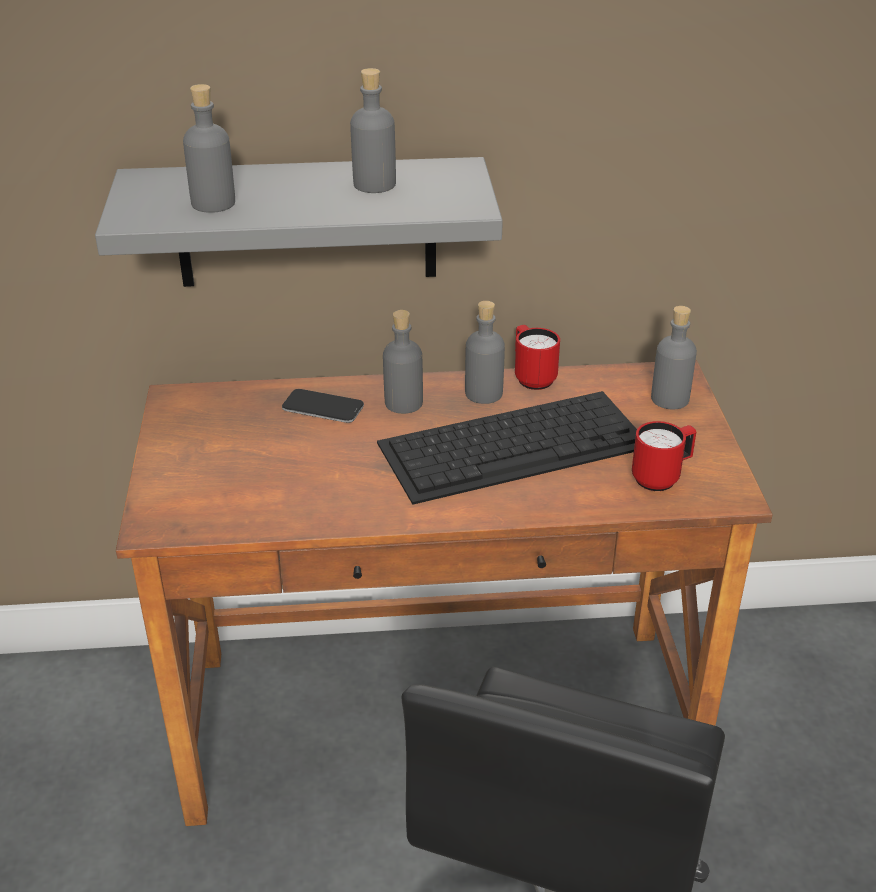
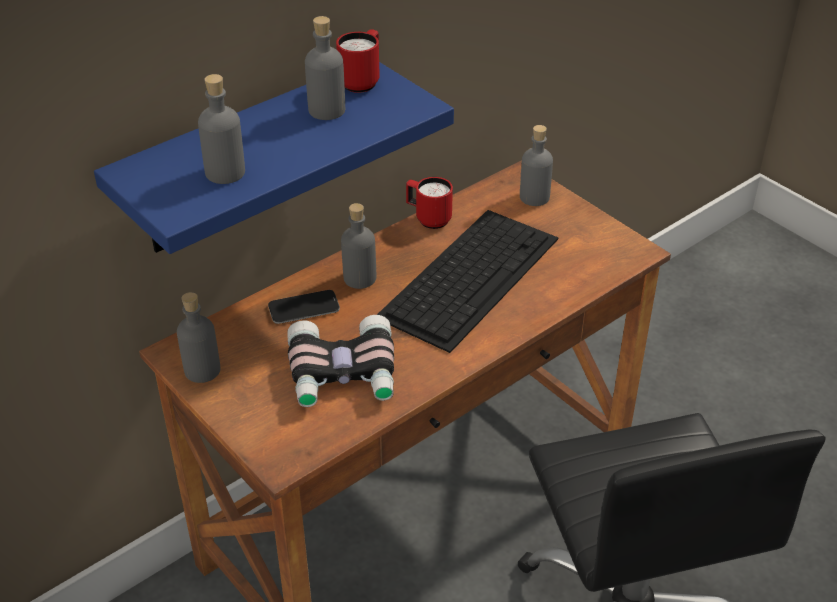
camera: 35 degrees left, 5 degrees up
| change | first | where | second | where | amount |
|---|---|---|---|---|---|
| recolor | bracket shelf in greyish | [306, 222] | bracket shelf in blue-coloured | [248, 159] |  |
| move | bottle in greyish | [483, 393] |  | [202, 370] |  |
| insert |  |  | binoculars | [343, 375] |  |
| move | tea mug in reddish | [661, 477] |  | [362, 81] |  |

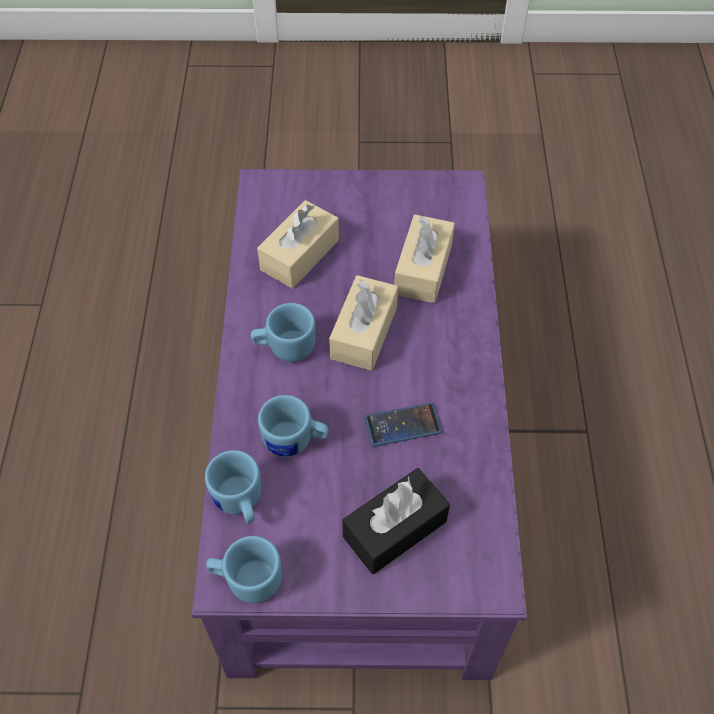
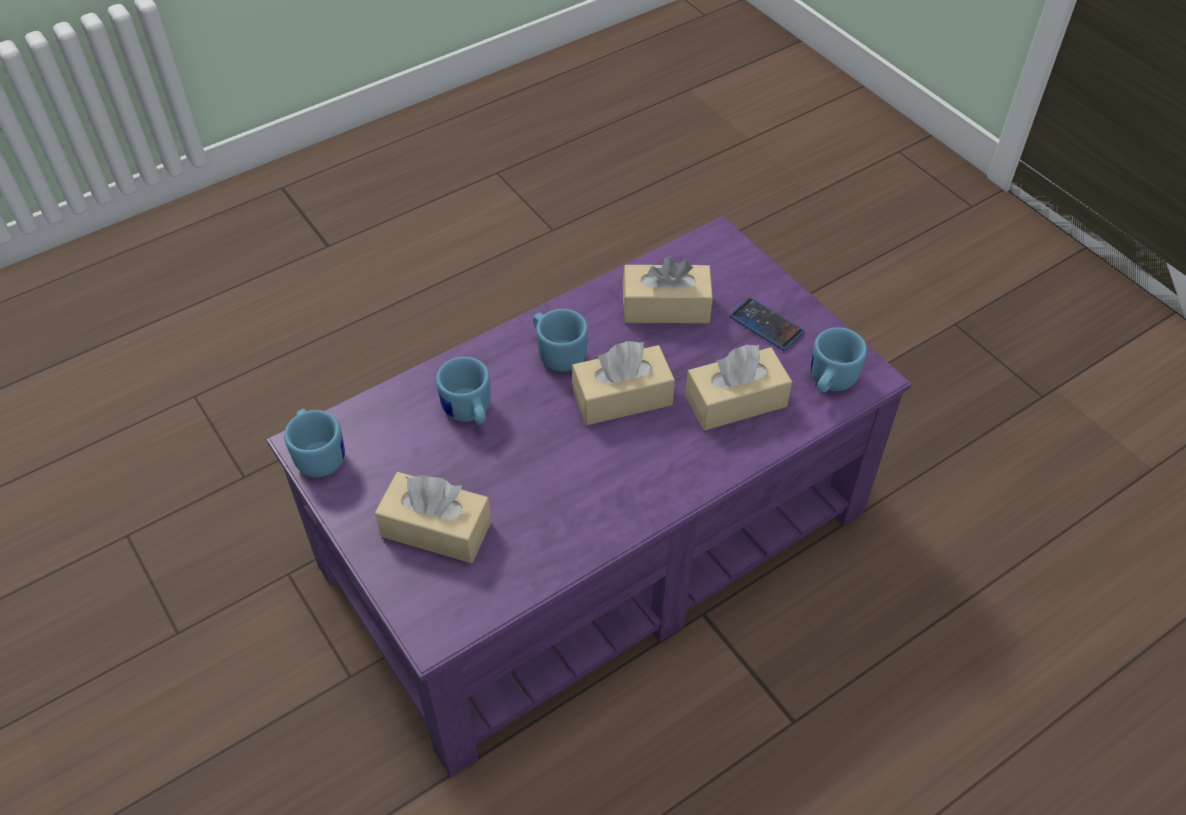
camera: 55 degrees right, 5 degrees down
| change | first | where | second | where | amount |
|---|---|---|---|---|---|
| recolor | box of tissues in black | [394, 529] | box of tissues in beige-coloured | [436, 529] |  |
| move | telephone | [402, 425] |  | [766, 325] |  |
| move | tea mug in blue-coloured | [239, 503] |  | [829, 382] |  |

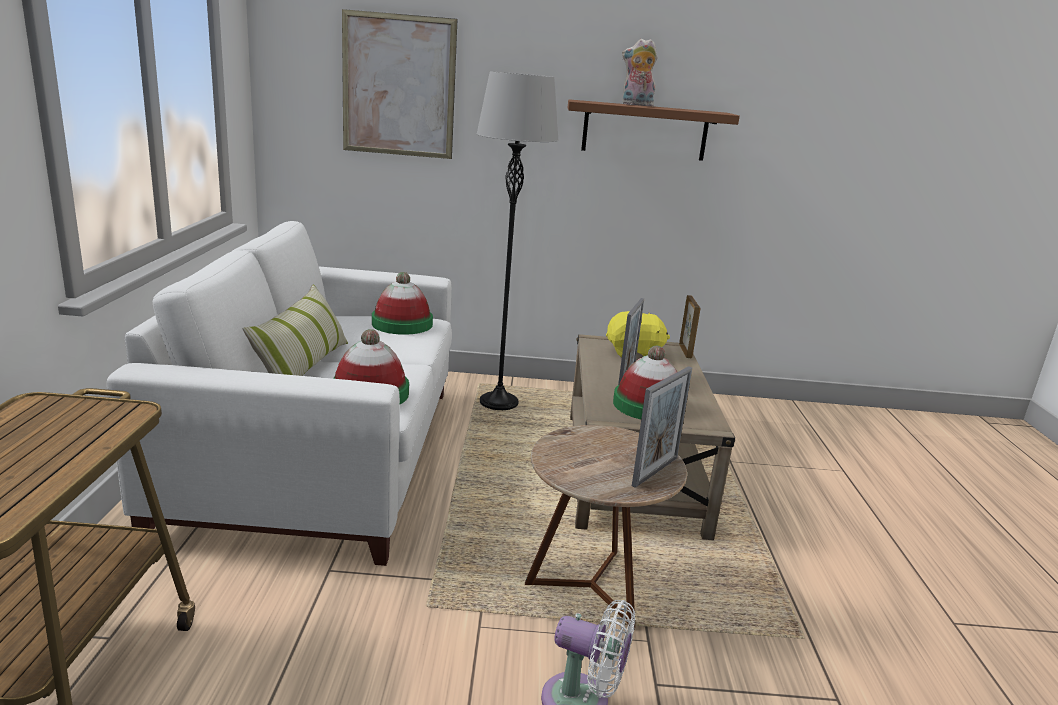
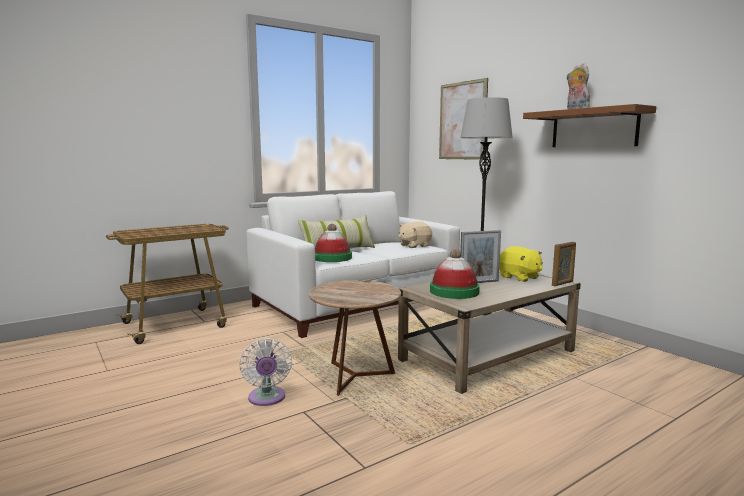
camera: 55 degrees right, 10 degrees down
| change | first | where | second | where | amount |
|---|---|---|---|---|---|
| replace | hat | [402, 324] | soft toy in beige-coloured | [414, 245] |  |
| delete | photo frame | [655, 471] |  |  |  |

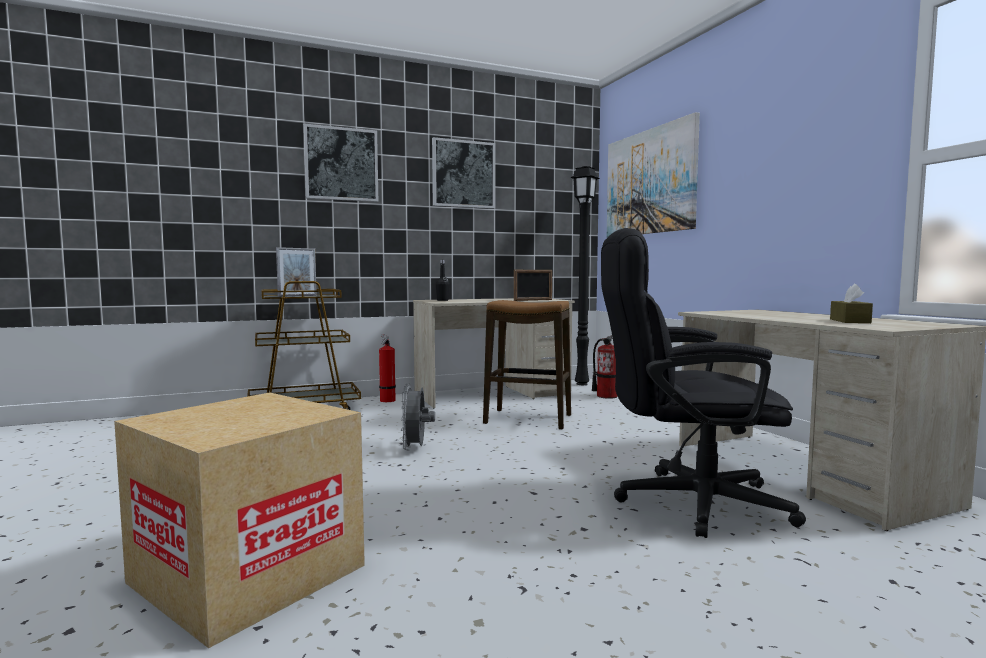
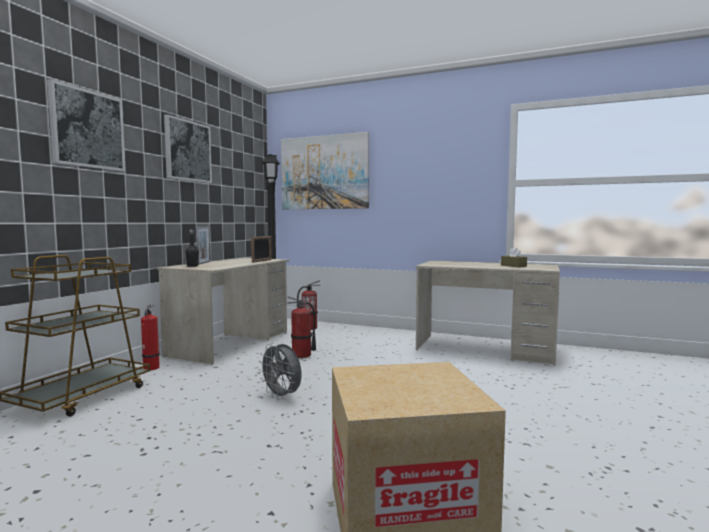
camera: 45 degrees left, 0 degrees up
| change | first | where | second | where | amount |
|---|---|---|---|---|---|
| move | photo frame | [297, 296] |  | [203, 263] |  |
| replace | sitting stool | [527, 419] | fire-fighting cylinder | [302, 355] |  |
| delete | office chair in black | [685, 502] |  |  |  |

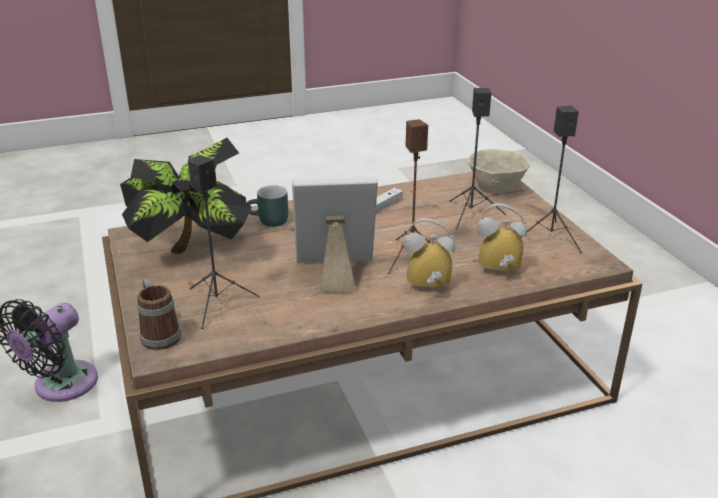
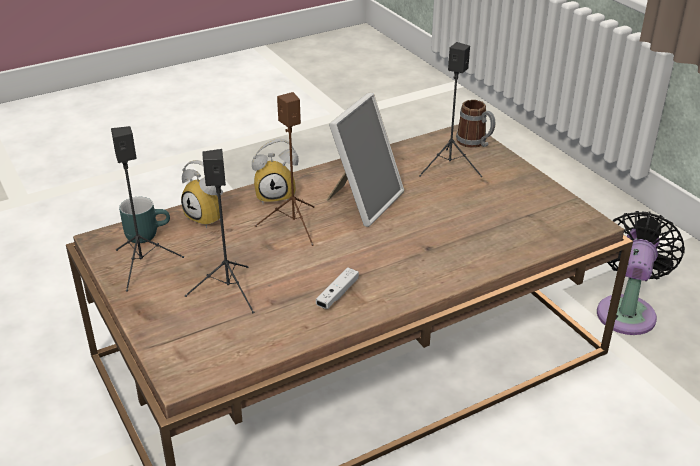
camera: 170 degrees right, 5 degrees up
| change | first | where | second | where | amount |
|---|---|---|---|---|---|
| move | tea mug in turquoise-coloured | [269, 222] |  | [146, 233] |  |
| rotate | bedside clock | [498, 273] |  | [209, 217] | 45 degrees clockwise |
| rotate | photo frame | [335, 273] |  | [363, 202] | 45 degrees counterclockwise |
| delete | houseplant | [194, 251] |  |  |  |
| delete | deep dish in beige-coloured | [496, 187] |  |  |  |

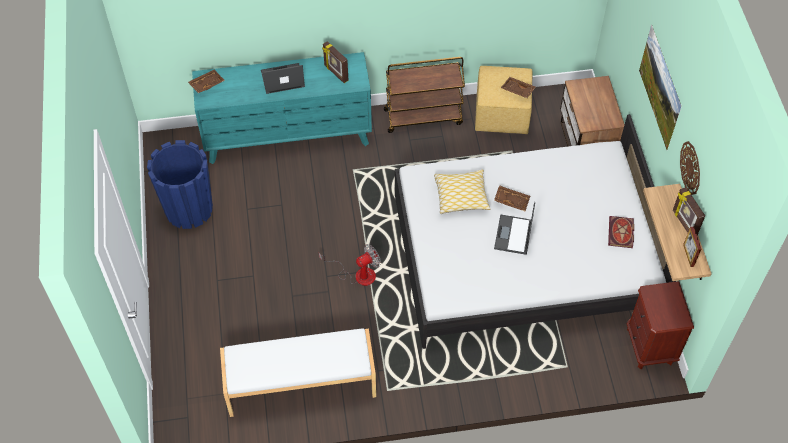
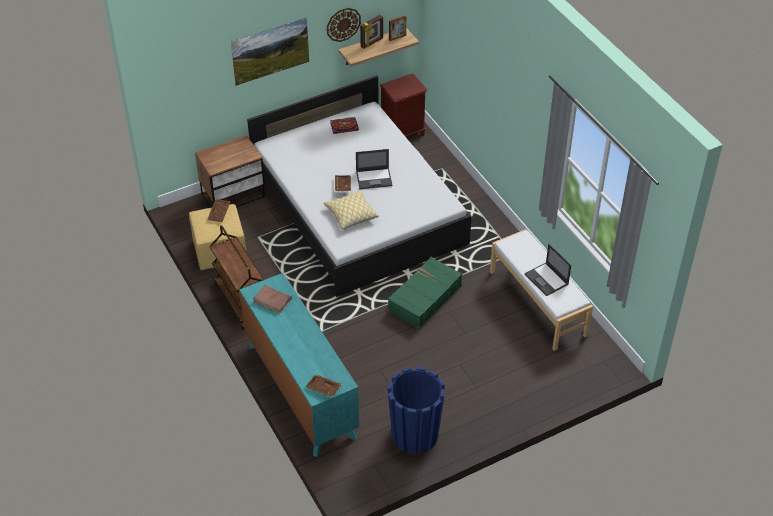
camera: 110 degrees left, 10 degrees down
| change | first | where | second | where | amount |
|---|---|---|---|---|---|
| replace | photo frame | [335, 73] | bound book in brown | [272, 300] |  |
| replace | cooling fan | [358, 274] | piece of luggage in greenish | [424, 298] |  |
| move | notebook computer | [282, 79] |  | [547, 279] |  |

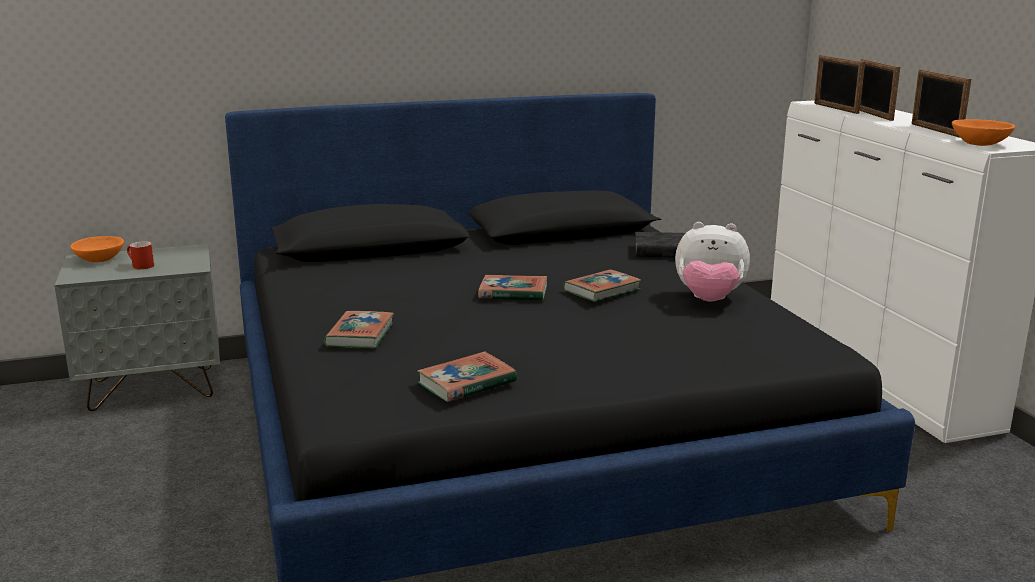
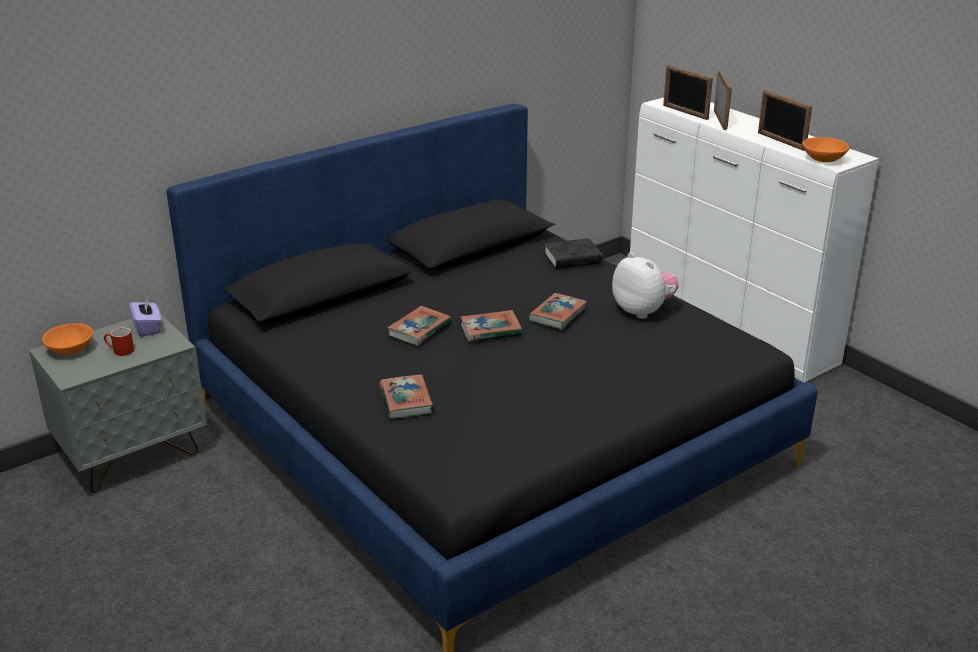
camera: 20 degrees left, 10 degrees up
| change | first | where | second | where | amount |
|---|---|---|---|---|---|
| insert |  |  | box of tissues in purplish | [148, 328] |  |
| move | bound book | [467, 383] |  | [419, 330] |  |
| rotate | soft toy | [709, 300] |  | [643, 311] | 120 degrees counterclockwise |
| rotate | photo frame | [873, 114] |  | [720, 120] | 150 degrees counterclockwise |

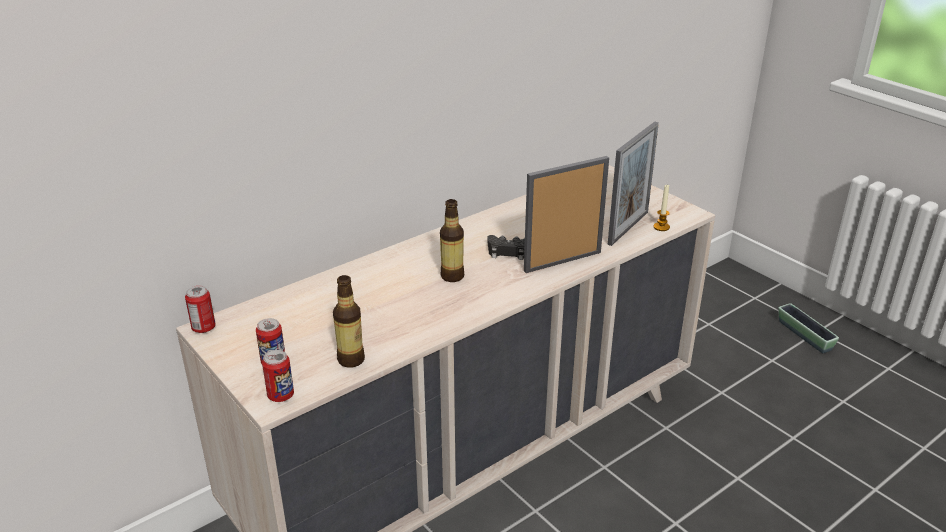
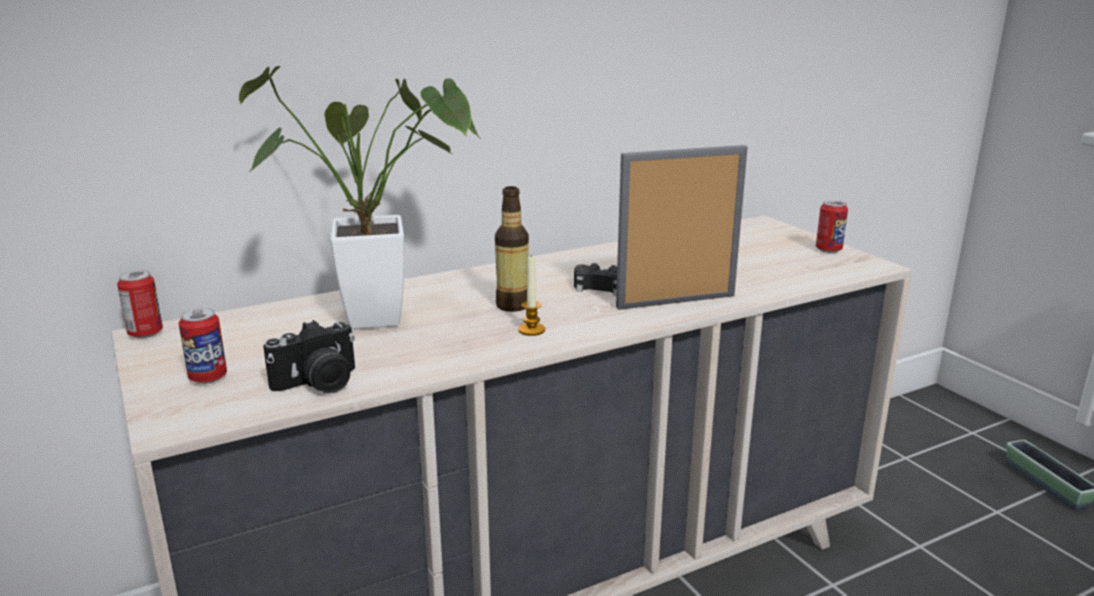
camera: 10 degrees right, 10 degrees down
| change | first | where | second | where | amount |
|---|---|---|---|---|---|
| insert |  |  | houseplant | [390, 318] |  |
| replace | bottle | [351, 360] | still camera | [318, 384] |  |
| move | wax light | [661, 227] |  | [531, 330] |  |
| move | can | [281, 396] |  | [828, 250] |  |
| delete | photo frame | [628, 228] |  |  |  |

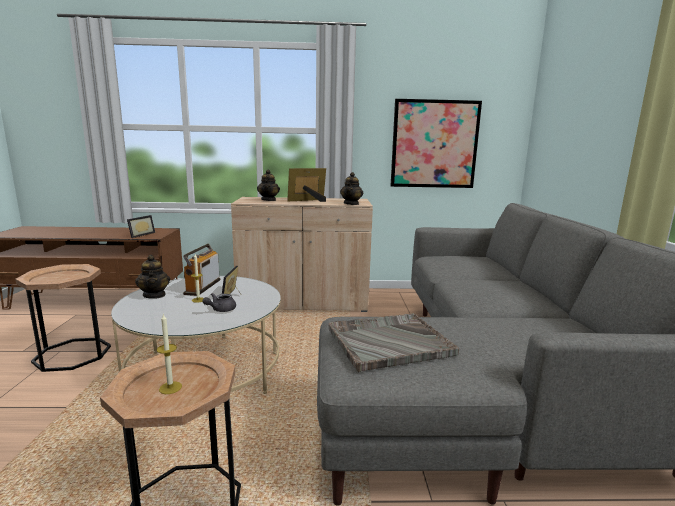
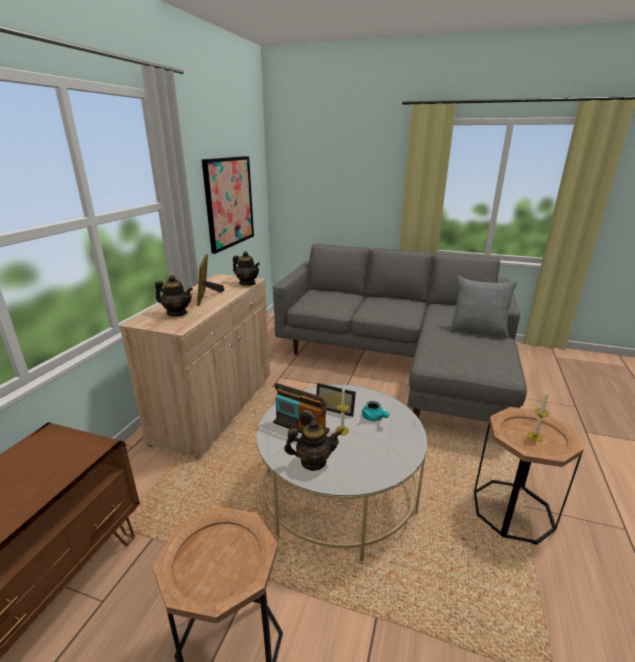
camera: 70 degrees left, 10 degrees up
| change | first | where | second | where | amount |
|---|---|---|---|---|---|
| recolor | teapot in greyish | [220, 310] | teapot in turquoise-coloured | [374, 418] |  |
| insert |  |  | throw pillow in greyish | [478, 331] |  |
| delete | photo frame | [140, 235] |  |  |  |
| delete | serving tray in greyish | [388, 342] |  |  |  |

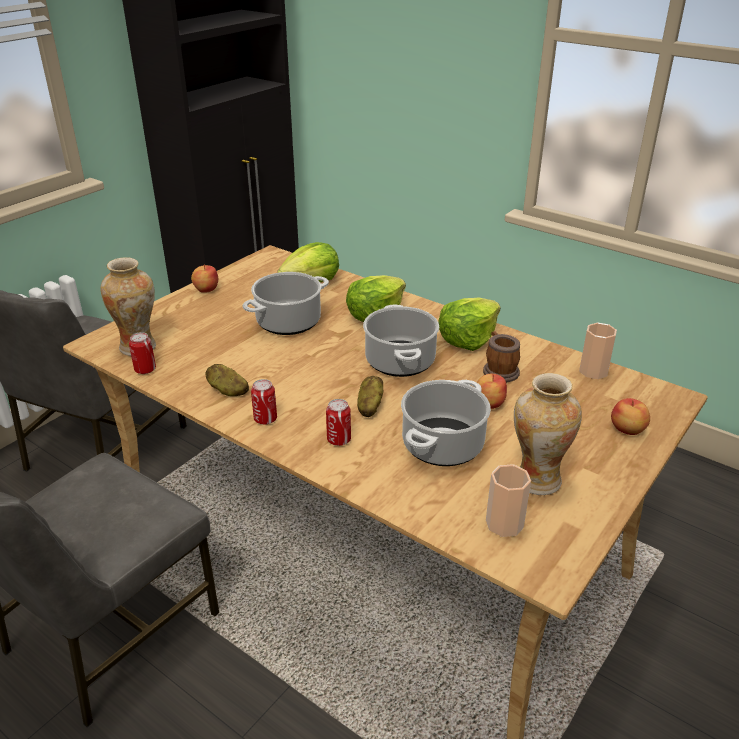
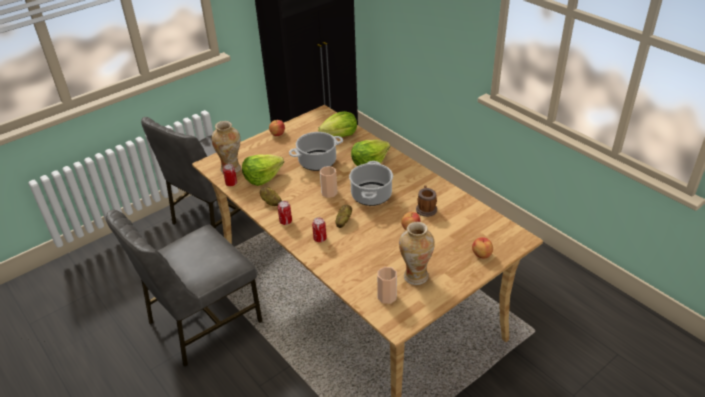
camera: 15 degrees right, 5 degrees up
| change | first | where | second | where | amount |
|---|---|---|---|---|---|
| move | lettuce | [467, 338] |  | [262, 177] |  |
| move | cup | [593, 371] |  | [329, 192] |  |
| delete | cooking pot | [442, 445] |  |  |  |

